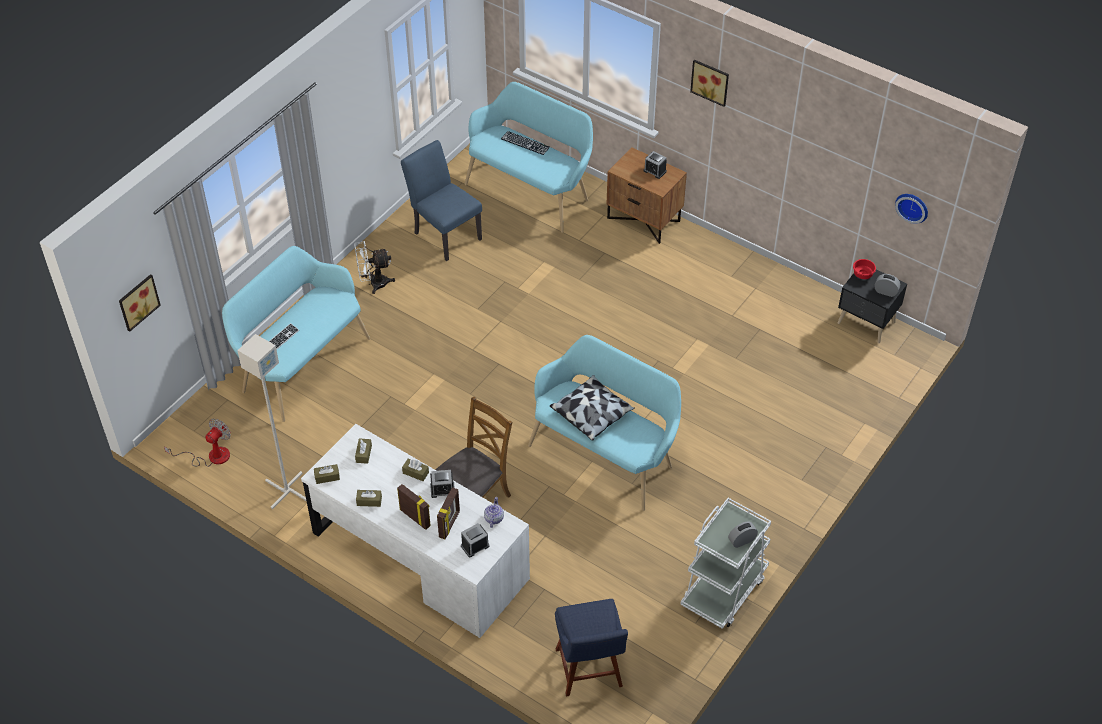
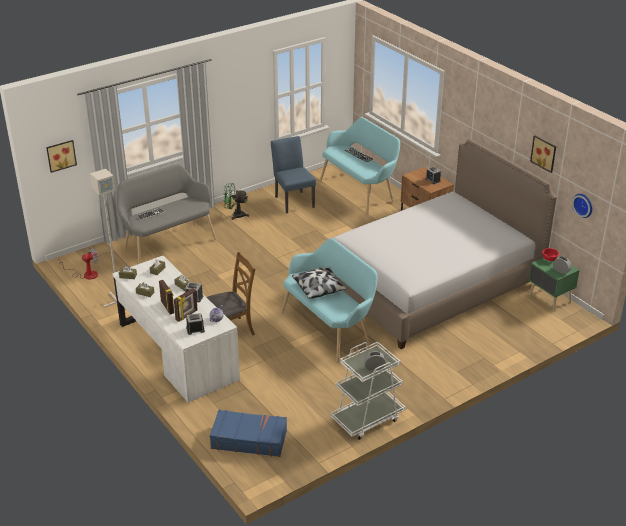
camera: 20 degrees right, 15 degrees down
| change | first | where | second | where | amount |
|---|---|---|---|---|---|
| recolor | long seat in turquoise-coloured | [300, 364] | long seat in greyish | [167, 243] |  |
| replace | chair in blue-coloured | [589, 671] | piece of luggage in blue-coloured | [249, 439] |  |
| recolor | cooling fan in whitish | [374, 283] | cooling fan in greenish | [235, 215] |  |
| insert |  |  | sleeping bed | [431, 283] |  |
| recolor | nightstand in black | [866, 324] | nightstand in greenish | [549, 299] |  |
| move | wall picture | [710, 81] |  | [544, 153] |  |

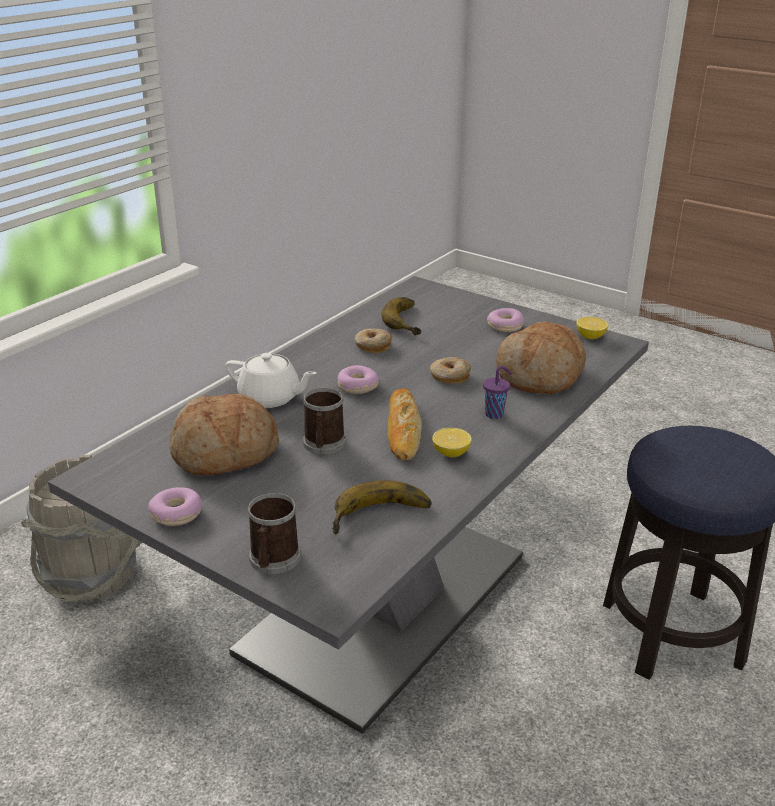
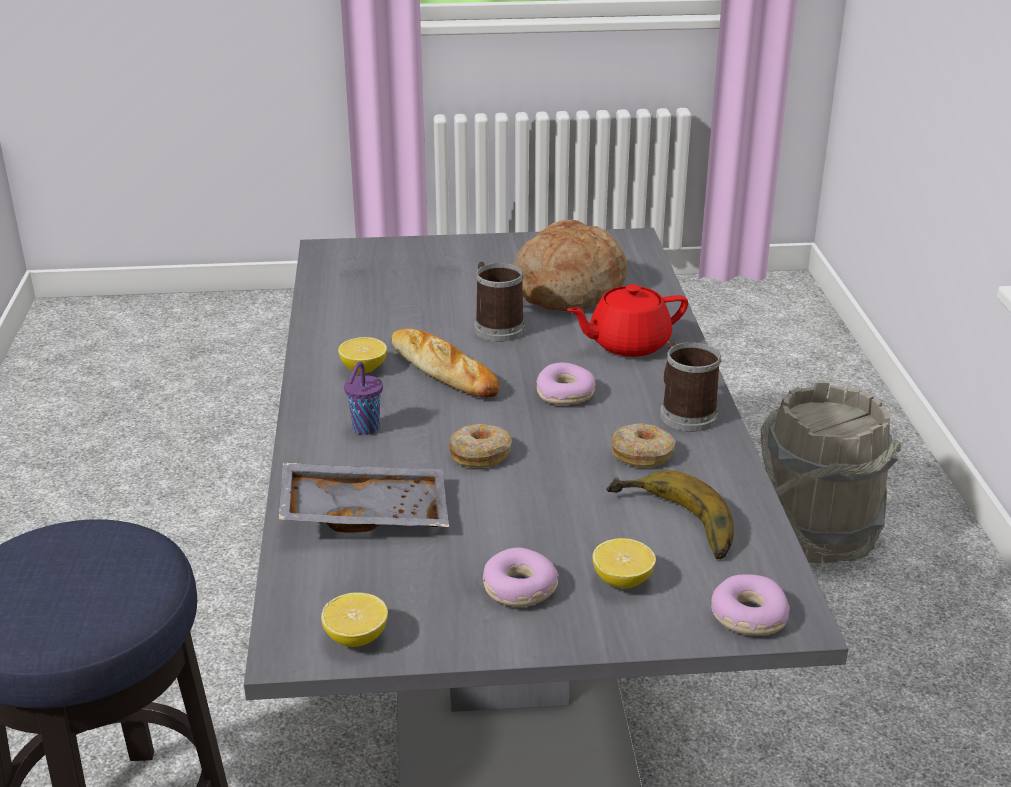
camera: 140 degrees right, 0 degrees up
| change | first | where | second | where | amount |
|---|---|---|---|---|---|
| replace | bread | [540, 375] | serving tray in greyish | [365, 512] |  |
| recolor | teapot in whitish | [270, 398] | teapot in reddish | [627, 344] |  |
| insert |  |  | citrus fruit | [622, 580] |  |
| move | tea mug | [273, 561] |  | [684, 413] |  |
| move | donut | [177, 514] |  | [747, 616] |  |
| delete | banana fruit | [382, 518] |  |  |  |

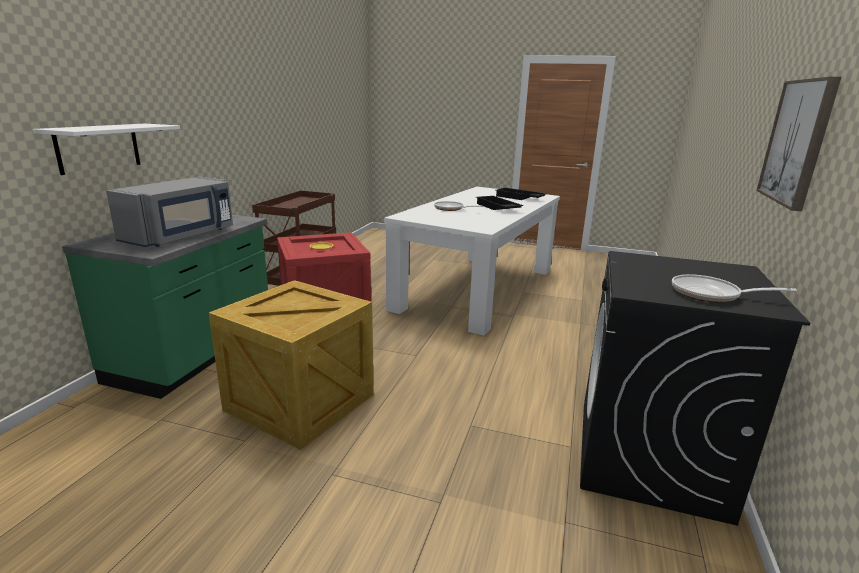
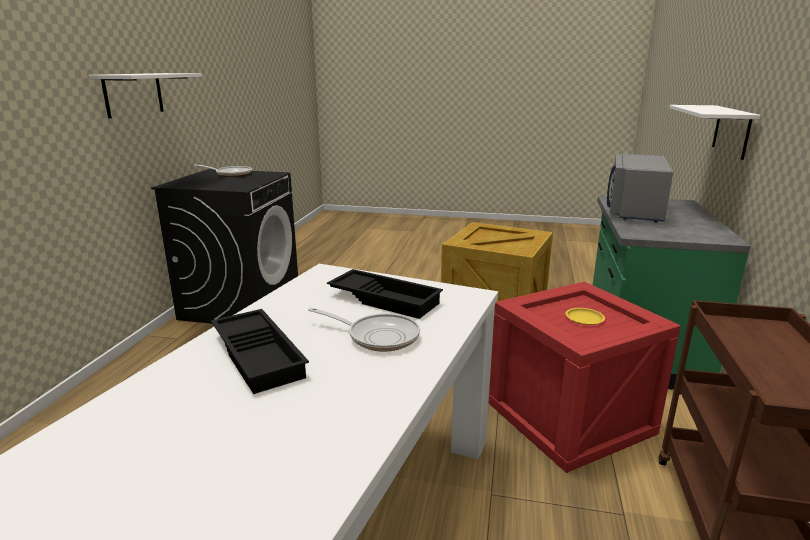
camera: 175 degrees right, 0 degrees up
| change | first | where | second | where | amount |
|---|---|---|---|---|---|
| replace | wall picture | [797, 142] | bracket shelf in whitish | [133, 94] |  |
| move | serving tray in black | [519, 198] |  | [386, 299] |  |

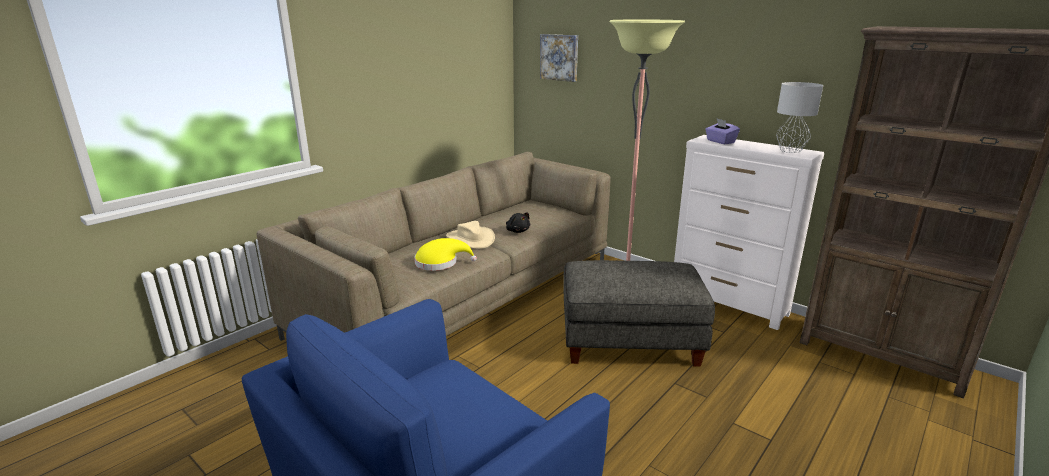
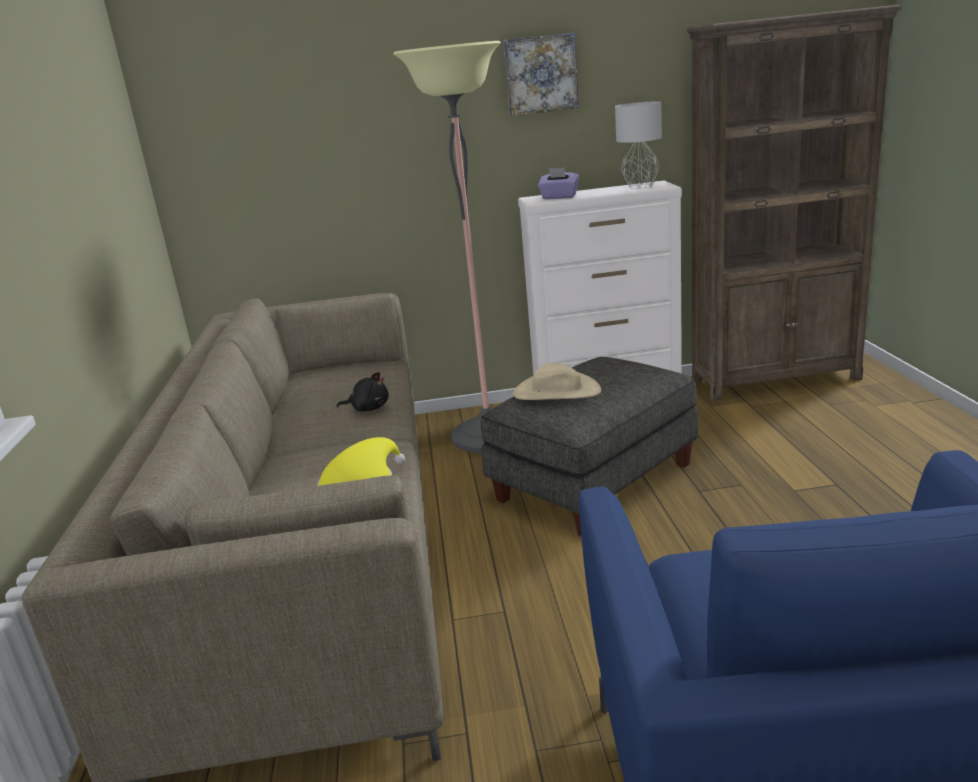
camera: 45 degrees left, 0 degrees up
| change | first | where | second | where | amount |
|---|---|---|---|---|---|
| move | wall picture | [560, 57] |  | [540, 74] |  |
| move | hat in beige-coloured | [470, 239] |  | [556, 392] |  |

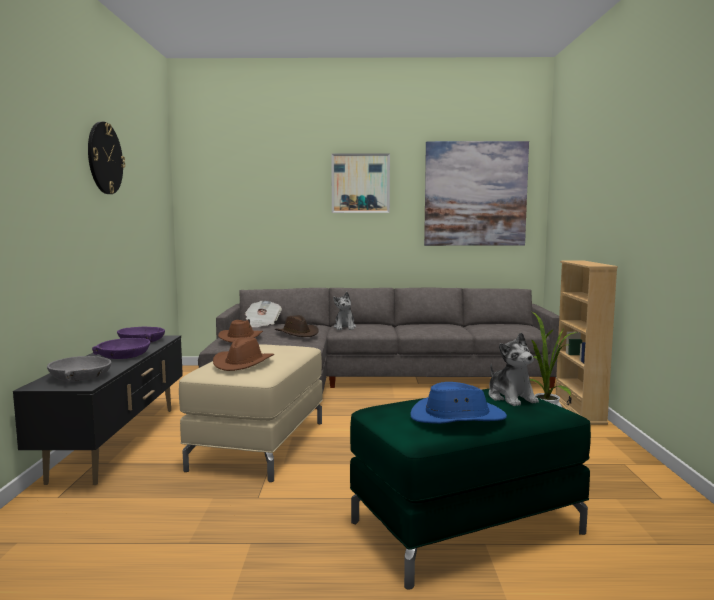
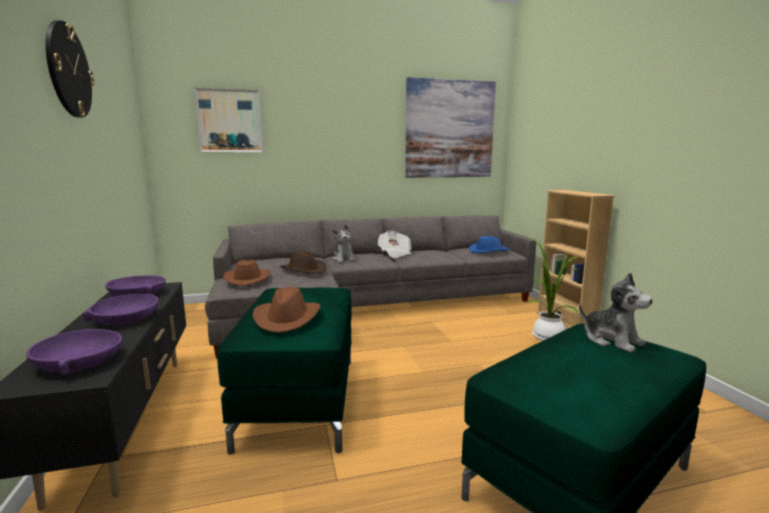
camera: 15 degrees left, 5 degrees up
| change | first | where | second | where | amount |
|---|---|---|---|---|---|
| recolor | deep dish in greyish | [80, 377] | deep dish in purplish | [79, 362] |  |
| move | wall picture | [360, 183] |  | [230, 121] |  |
| recolor | footrest in beige-coloured | [259, 444] | footrest in greenish | [299, 399] |  |
| move | daily paper | [262, 324] |  | [394, 253] |  |
| move | hat in blue-coloured | [457, 417] |  | [489, 251] |  |

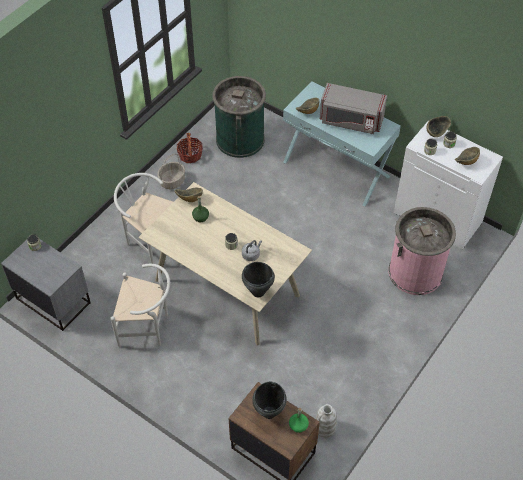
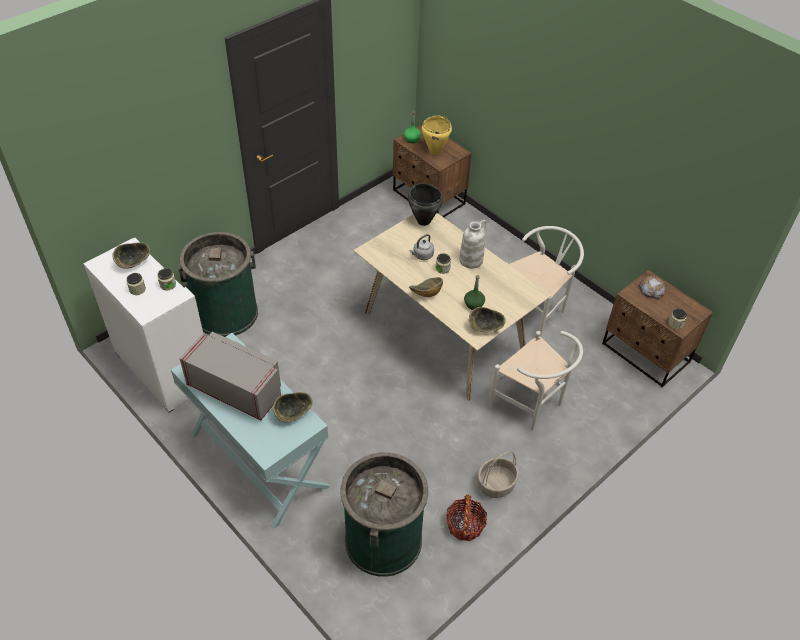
camera: 170 degrees left, 5 degrees down
| change | first | where | second | where | amount |
|---|---|---|---|---|---|
| recolor | rubbish bin in pink-coloured | [415, 272] | rubbish bin in greenish | [226, 313] |  |
| move | deep dish | [436, 133] |  | [426, 294] |  |
| recolor | cooking pot in black | [269, 412] | cooking pot in yellow-coloured | [434, 150] |  |
| move | flower vase in whitish | [325, 428] |  | [471, 260] |  |
| rotate | chair in whitish | [148, 327] |  | [537, 309] | 120 degrees clockwise |
| recolor | nightstand in greyish | [53, 300] | nightstand in brown | [645, 354] |  |
| insert |  |  | bread | [651, 289] |  |

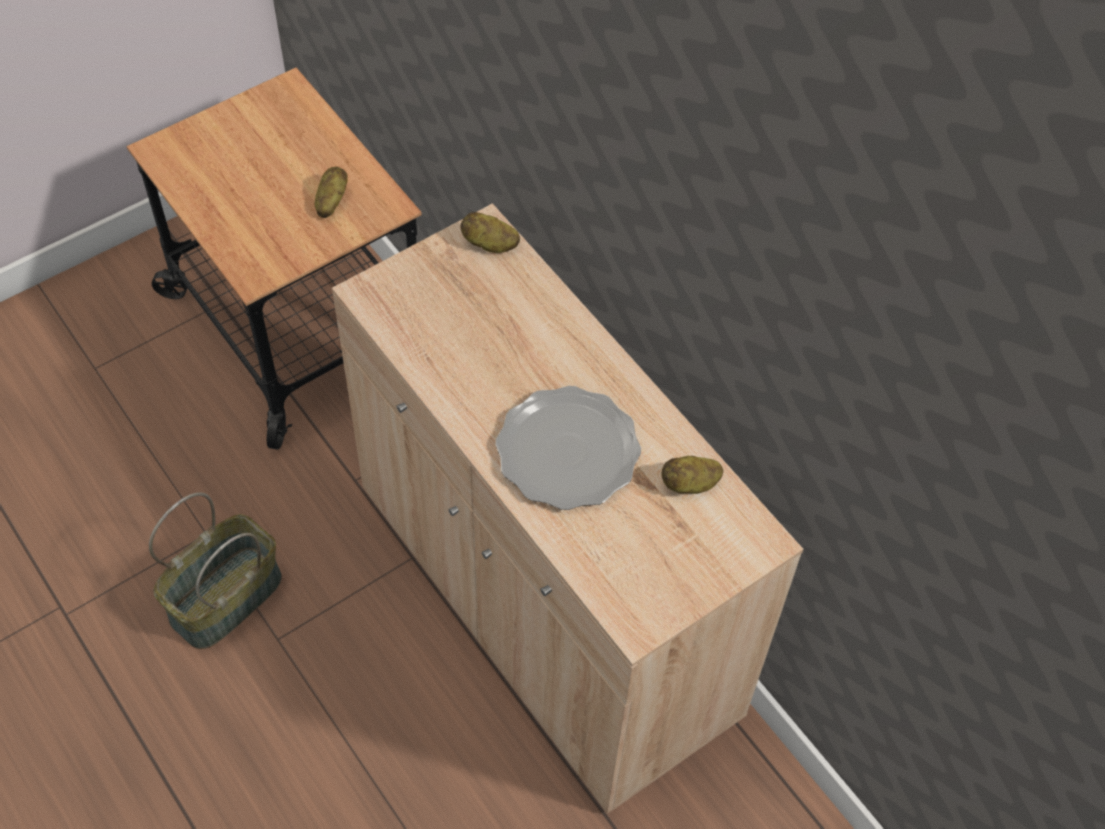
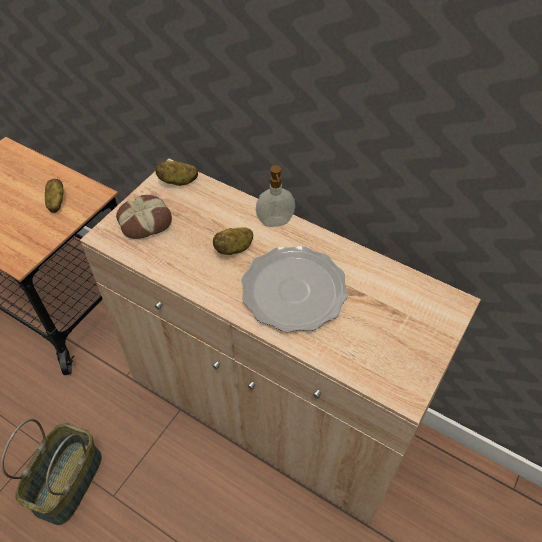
camera: 20 degrees left, 5 degrees down
| change | first | where | second | where | amount |
|---|---|---|---|---|---|
| insert |  |  | bread | [145, 221] |  |
| move | spud | [690, 484] |  | [234, 249] |  |
| insert |  |  | soap dispenser | [275, 223] |  |

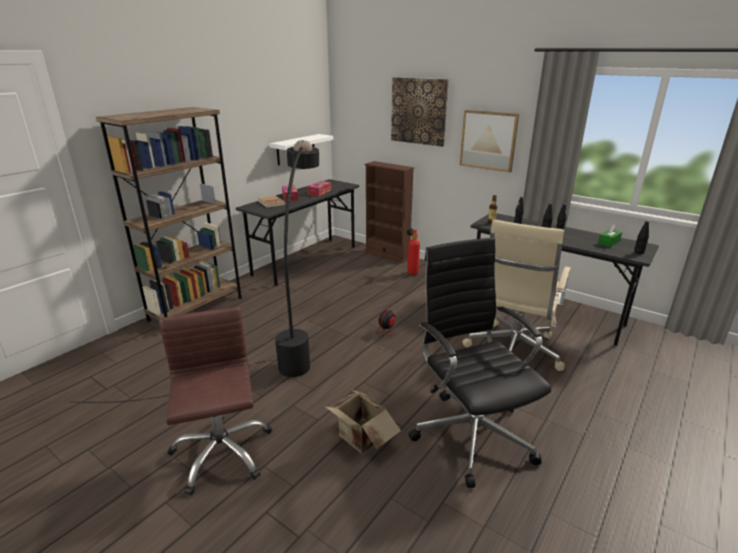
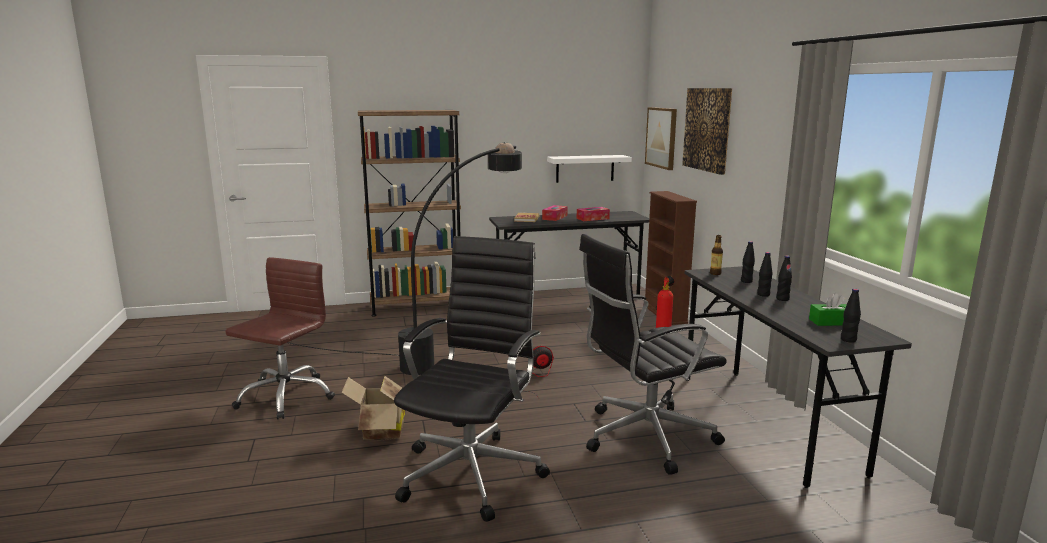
camera: 40 degrees right, 10 degrees down
| change | first | where | second | where | amount |
|---|---|---|---|---|---|
| recolor | office chair in beige-coloured | [512, 351] | office chair in black | [644, 437] |  |
| move | wall picture | [488, 140] |  | [661, 137] |  |

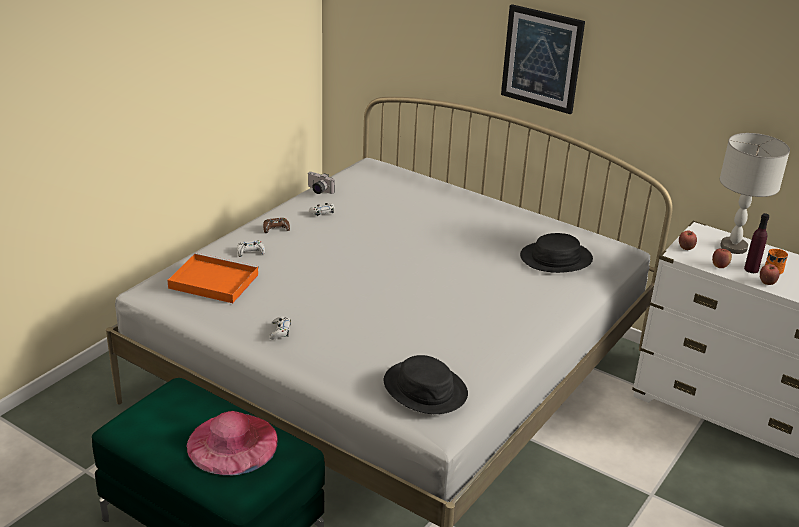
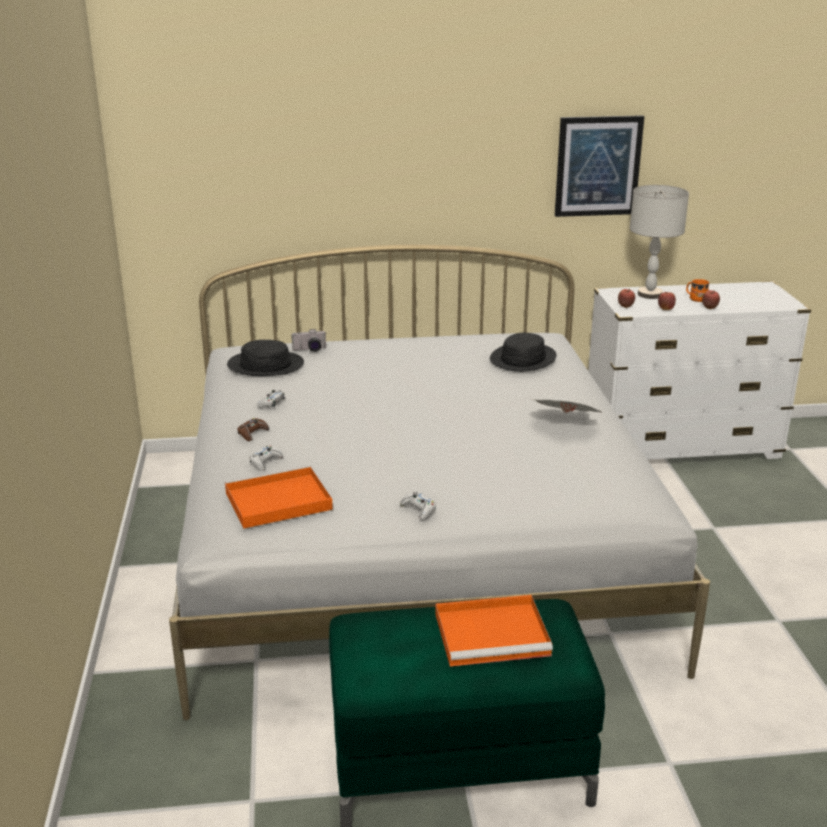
camera: 40 degrees left, 5 degrees down
| change | first | where | second | where | amount |
|---|---|---|---|---|---|
| move | hat in black | [425, 388] |  | [265, 365] |  |
| move | still camera | [318, 191] |  | [309, 350] |  |
| replace | hat in pink-coloured | [232, 443] | serving tray in orange | [494, 634] |  |
| insert |  |  | daily paper | [566, 423] |  |
| move | wall picture | [542, 58] |  | [598, 166] |  |
| delete | bottle in purplish | [751, 269] |  |  |  |

